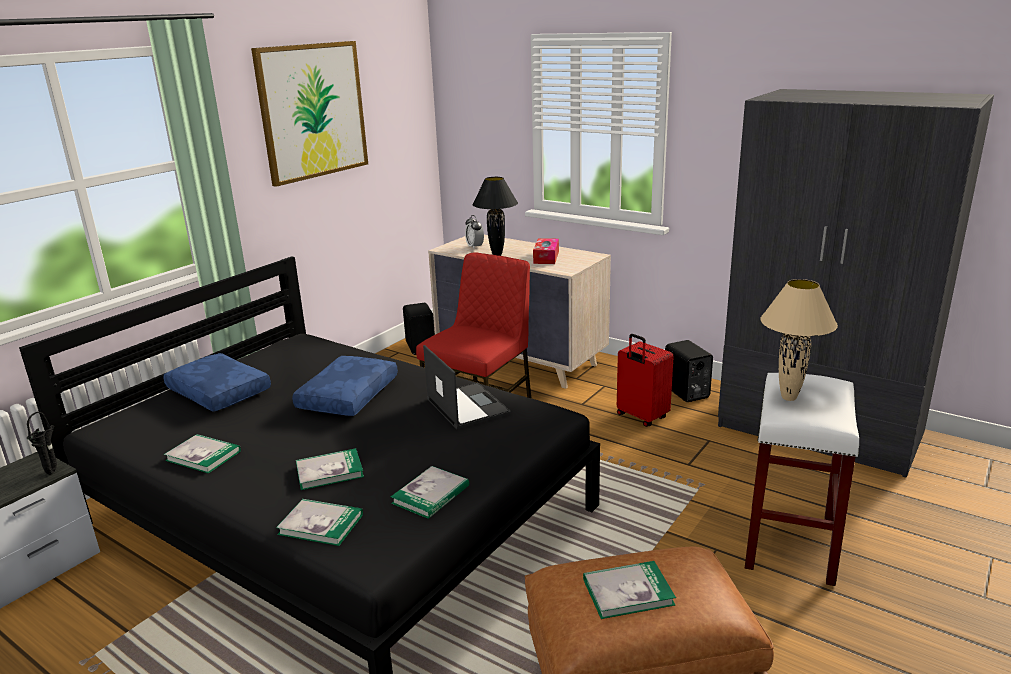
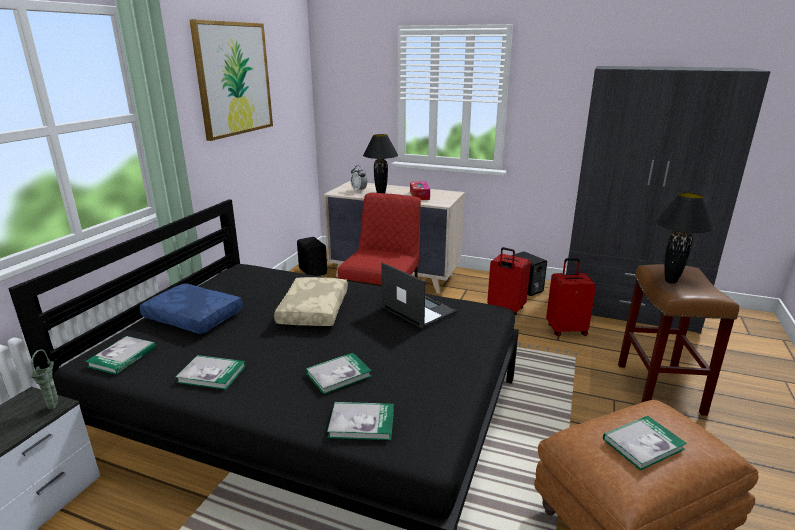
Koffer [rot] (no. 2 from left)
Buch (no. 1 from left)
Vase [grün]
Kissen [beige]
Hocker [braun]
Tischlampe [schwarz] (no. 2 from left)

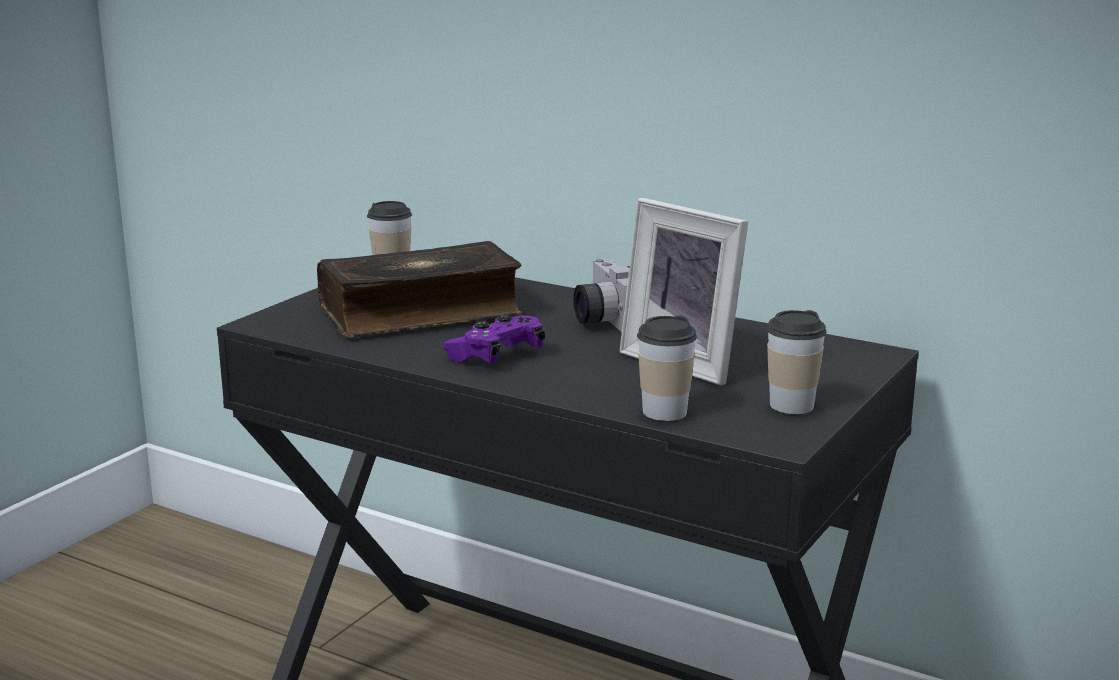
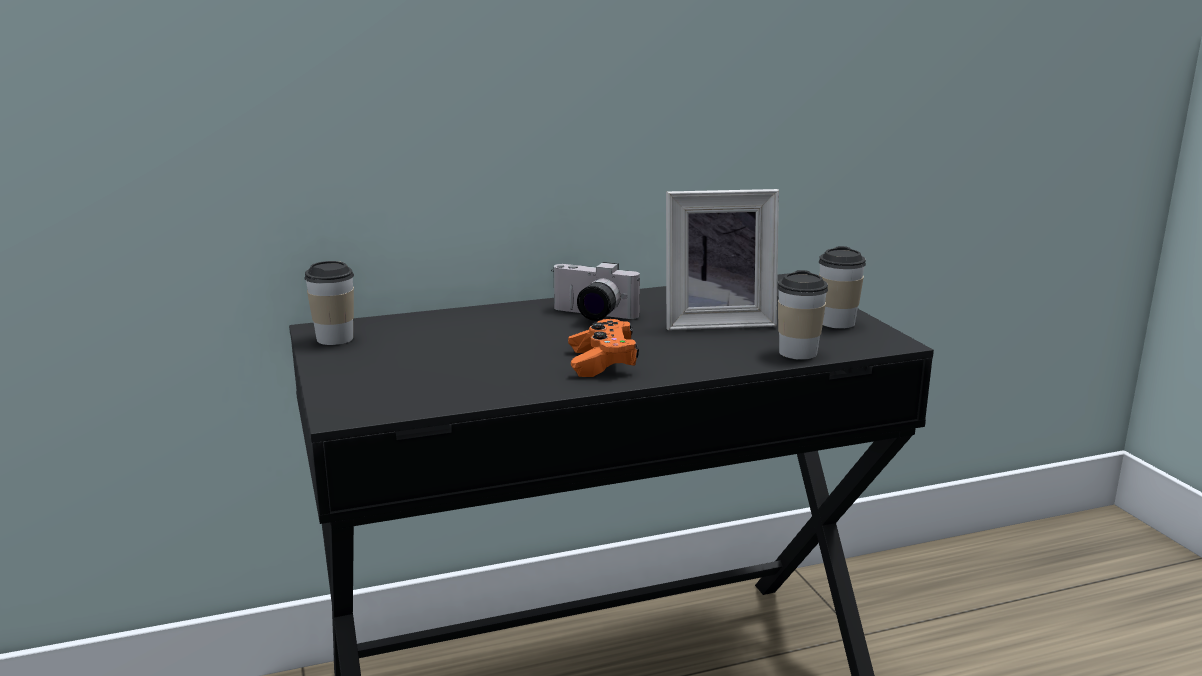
Buch
Gamepad [orange]

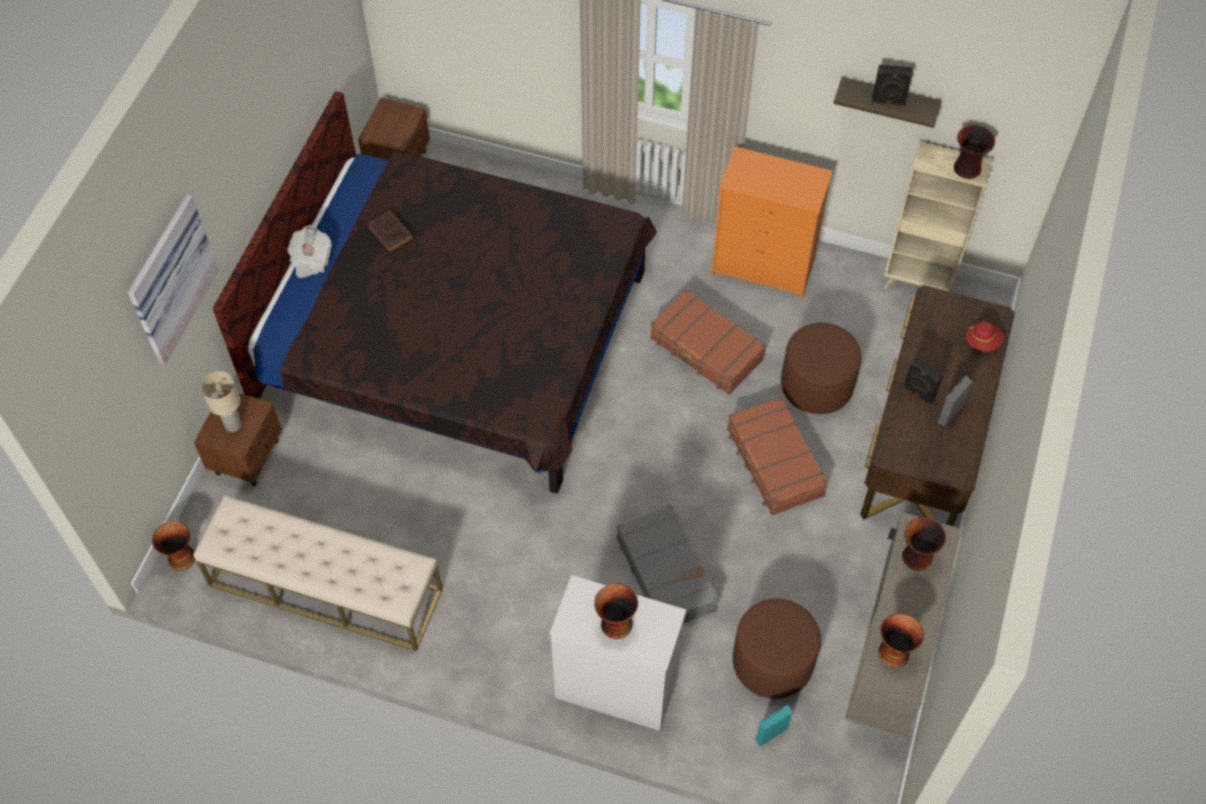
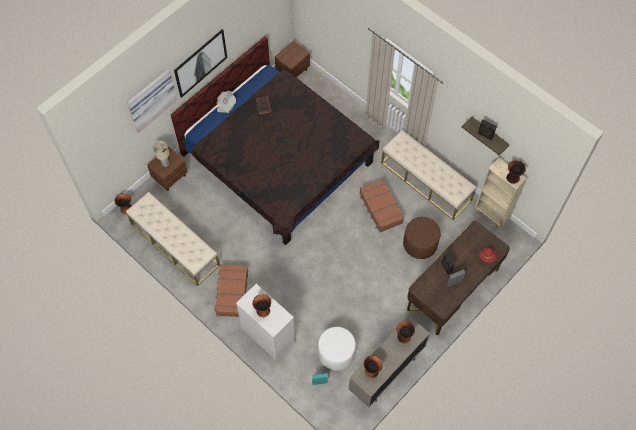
Koffer [grau]
Bild (no. 2 from left)
Koffer [braun] (no. 1 from left)
Bank [beige] (no. 2 from left)
Polsterhocker [weiß]

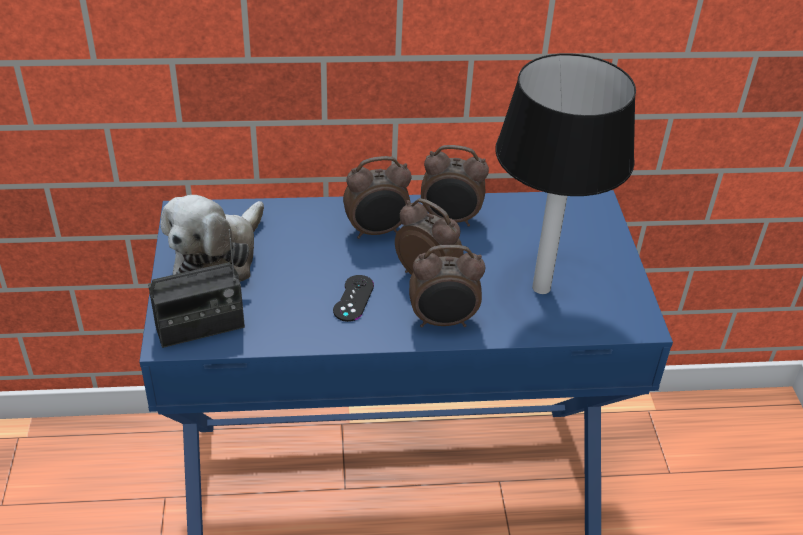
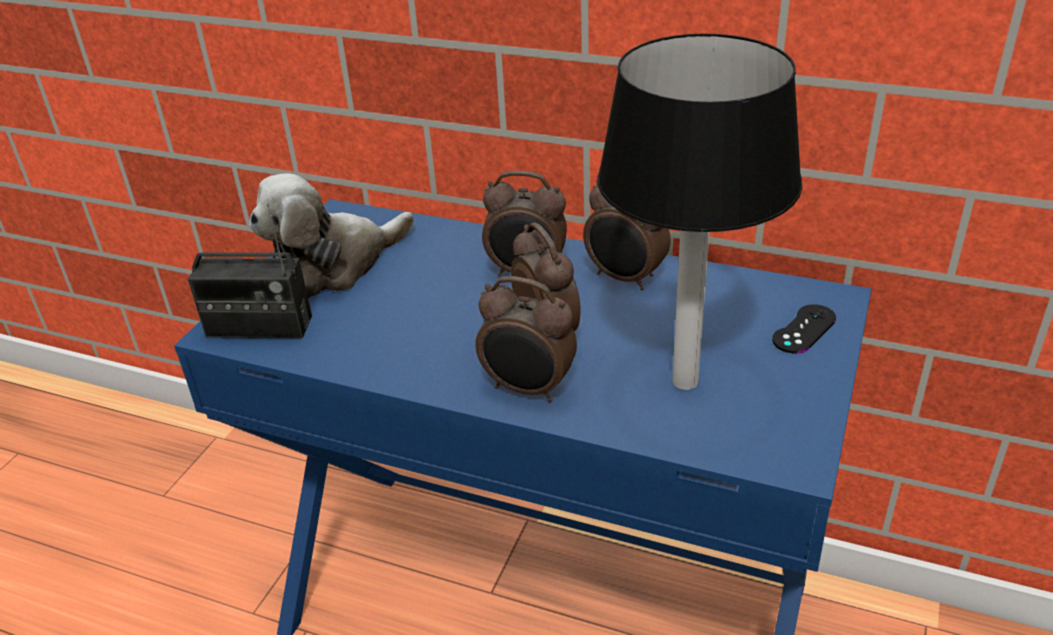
Gamepad [schwarz]

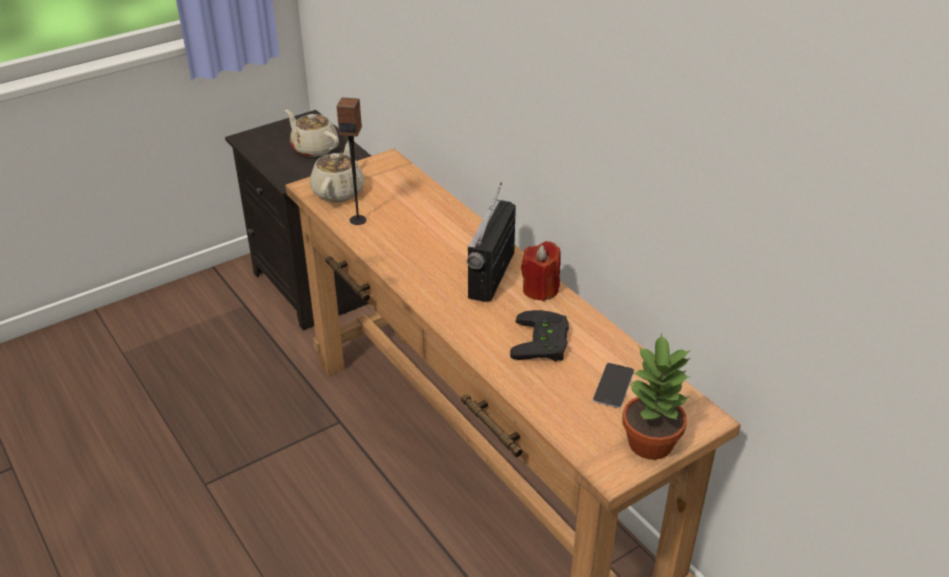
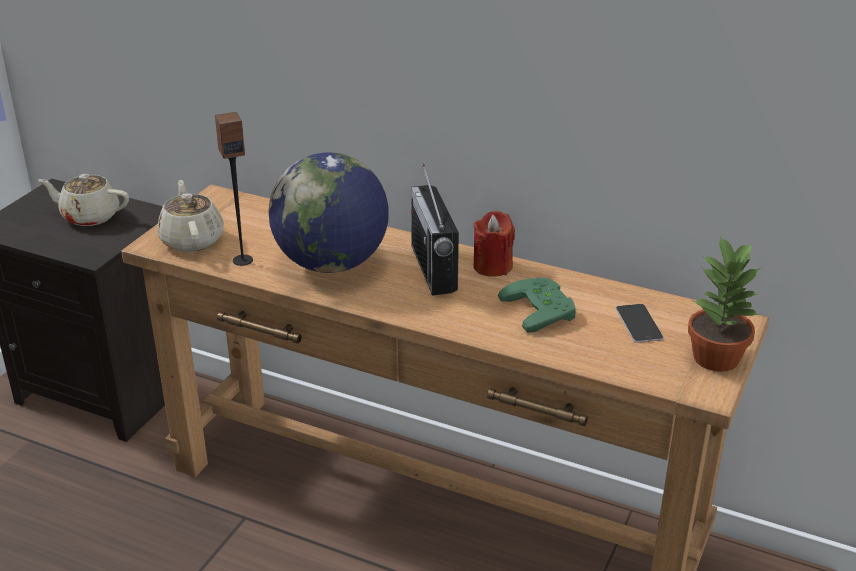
Globus
Gamepad [grün]

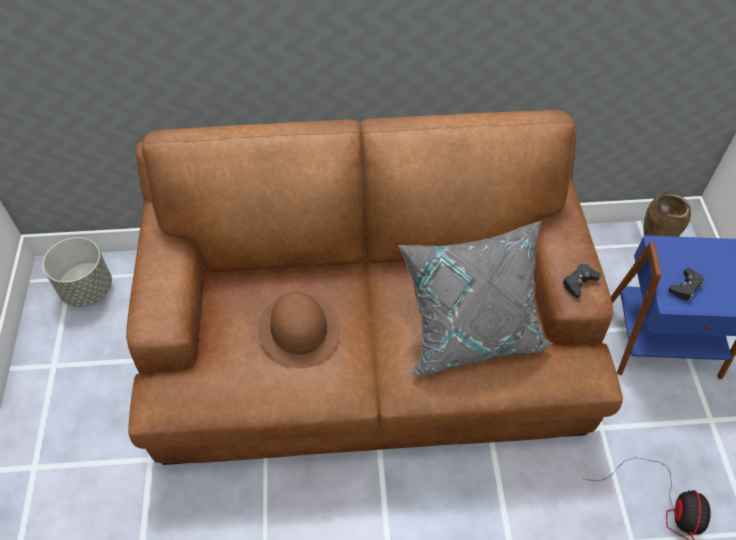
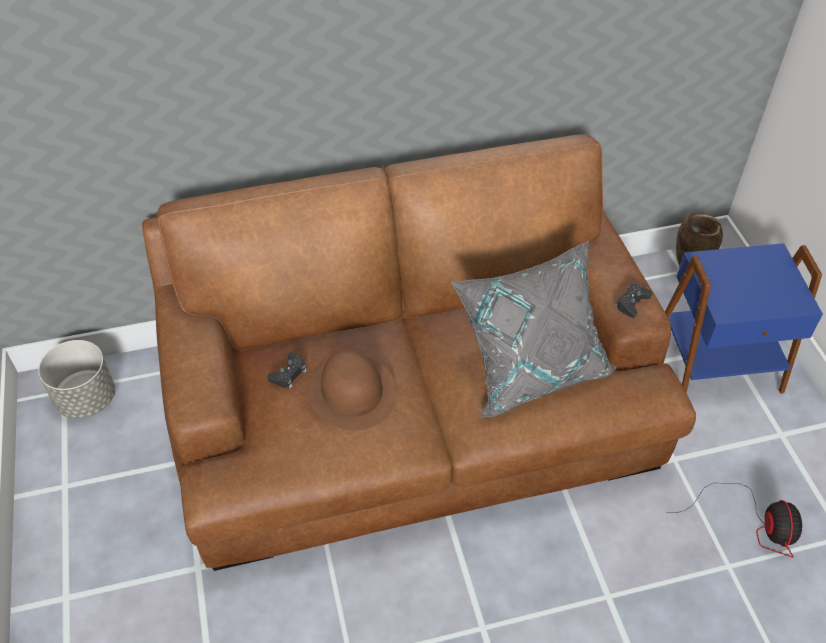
Gamepad [schwarz] (no. 1 from left)

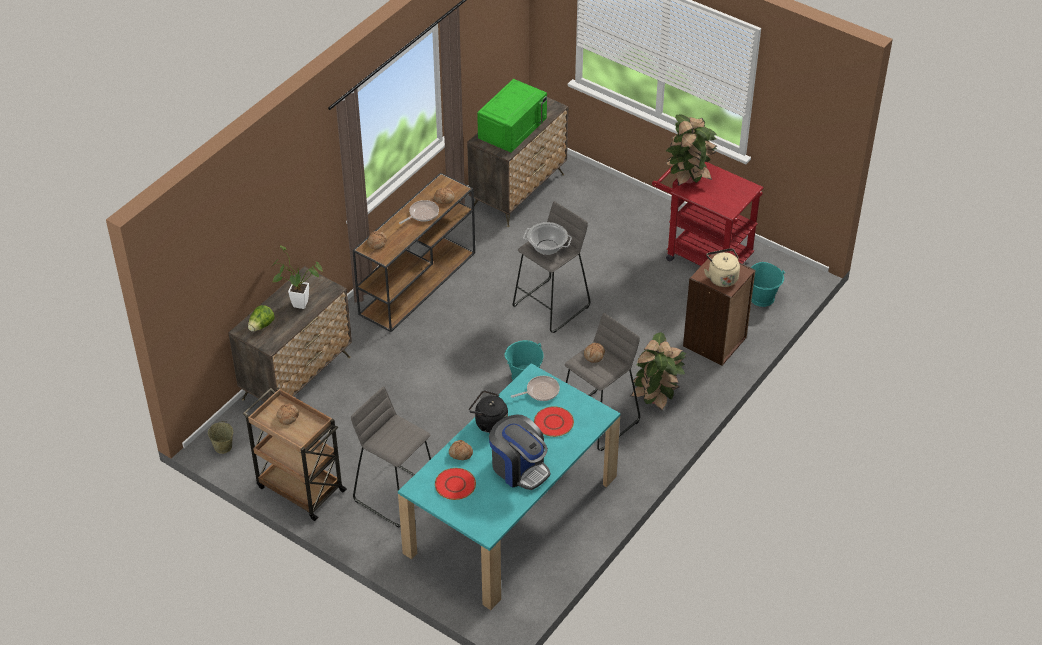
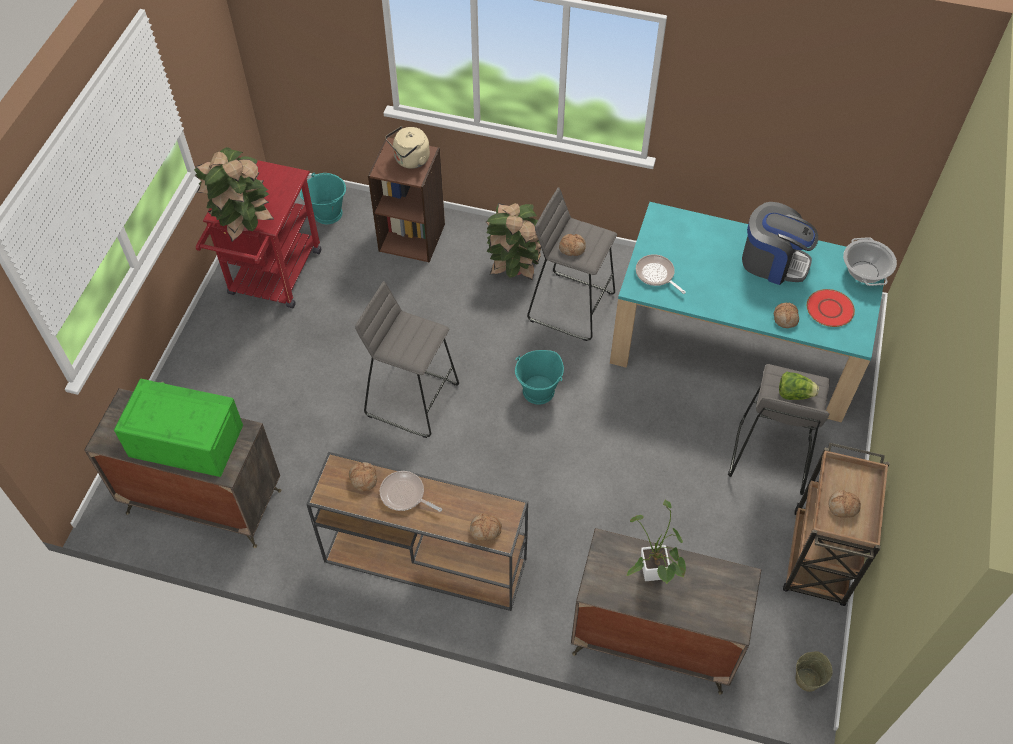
Wasserkessel [schwarz]
Teller [rot] (no. 2 from left in the first image)
Salatkopf
Kochtopf
Kaffeemaschine

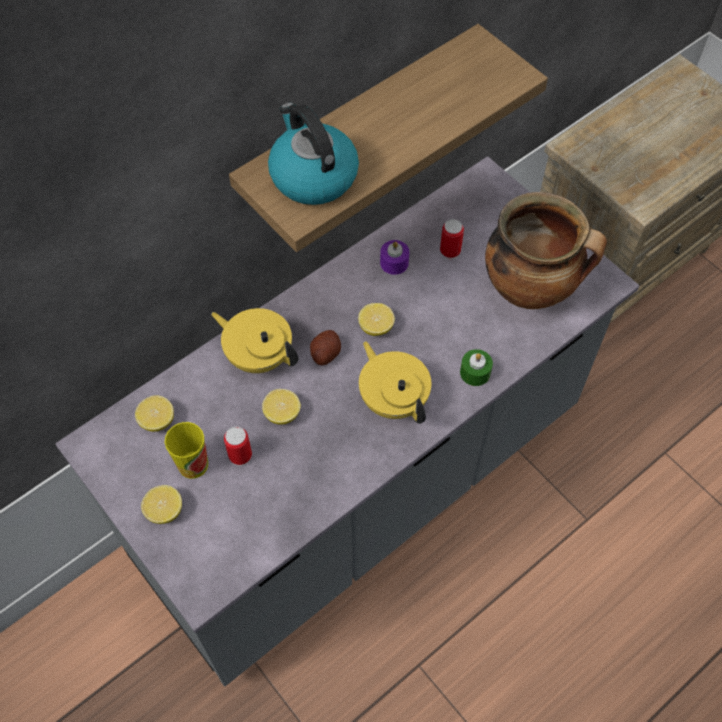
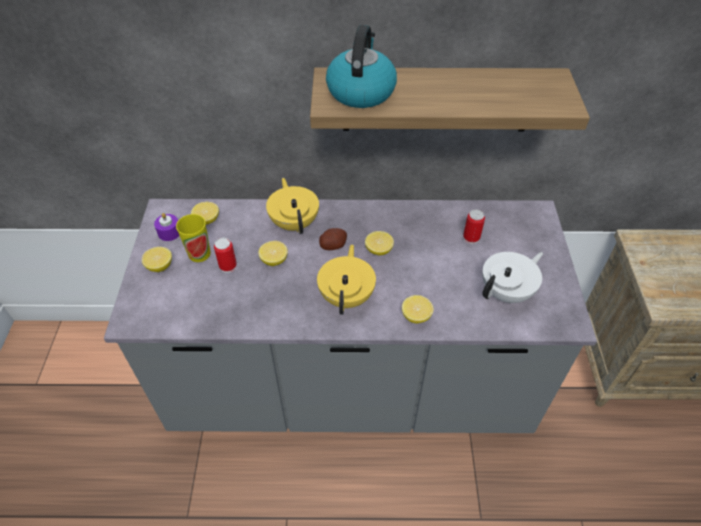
Kerze [lila]
Zitrone (no. 5 from left)
Teekanne [weiß]

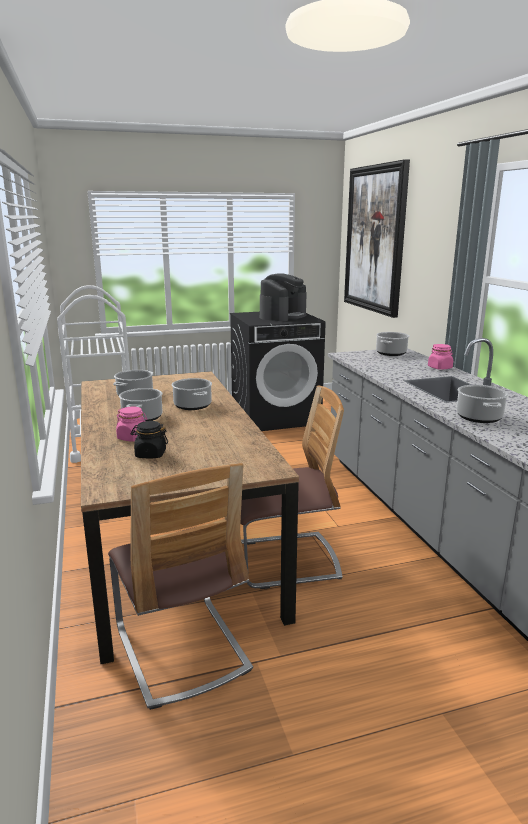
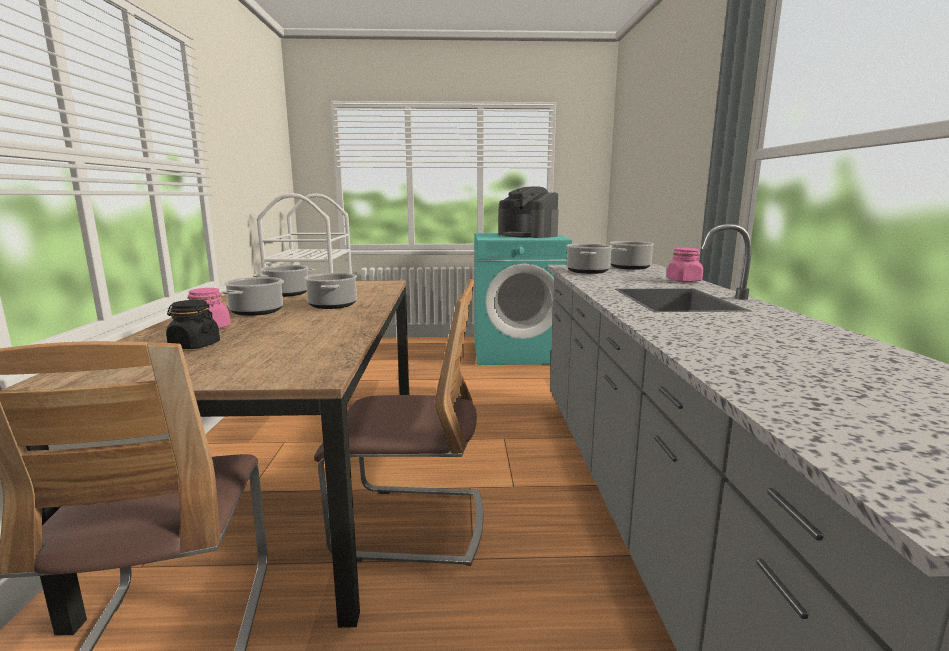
Bild
Kochtopf (no. 4 from left)
Waschmaschine [türkis]
Kaffeemaschine

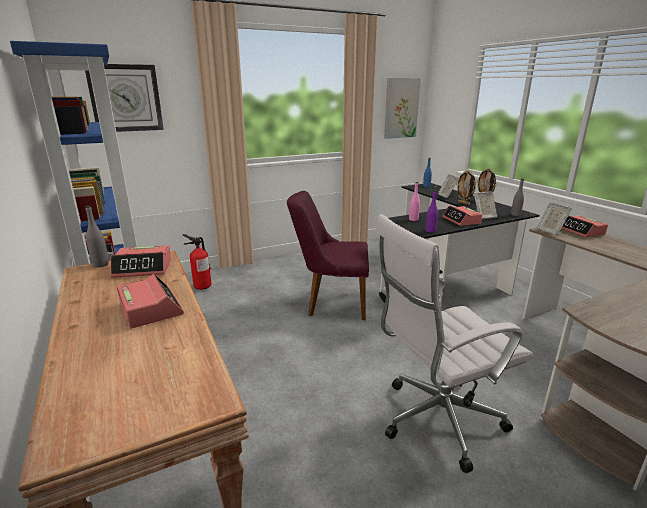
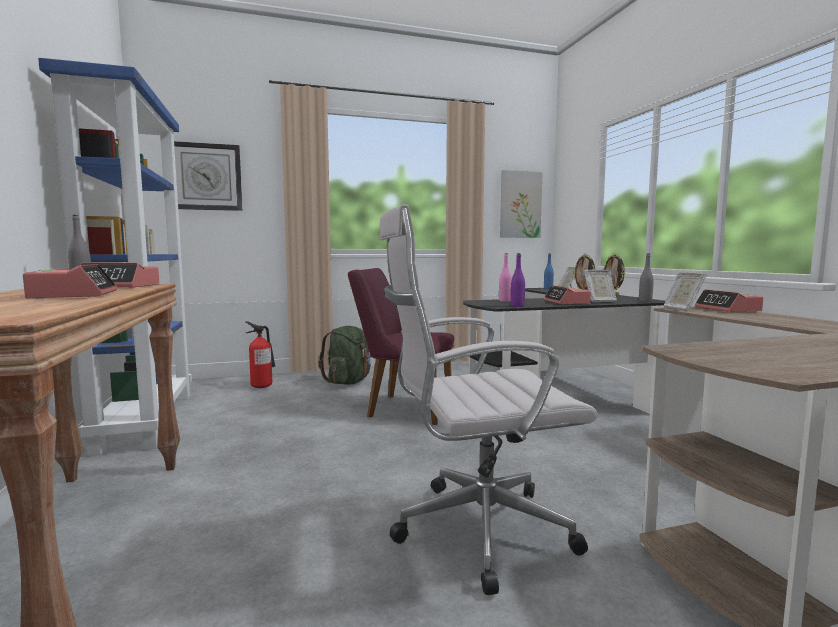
Rucksack [grün]

